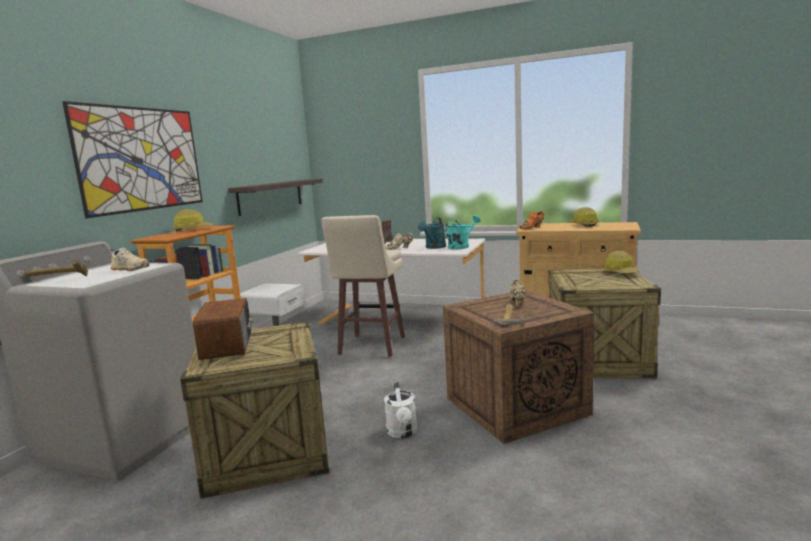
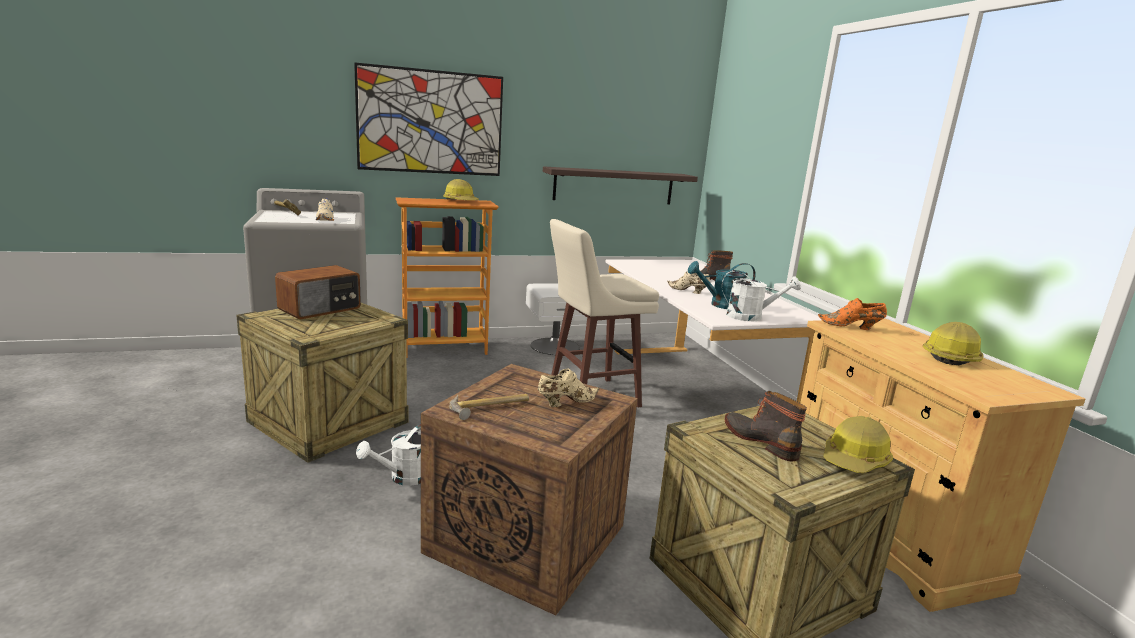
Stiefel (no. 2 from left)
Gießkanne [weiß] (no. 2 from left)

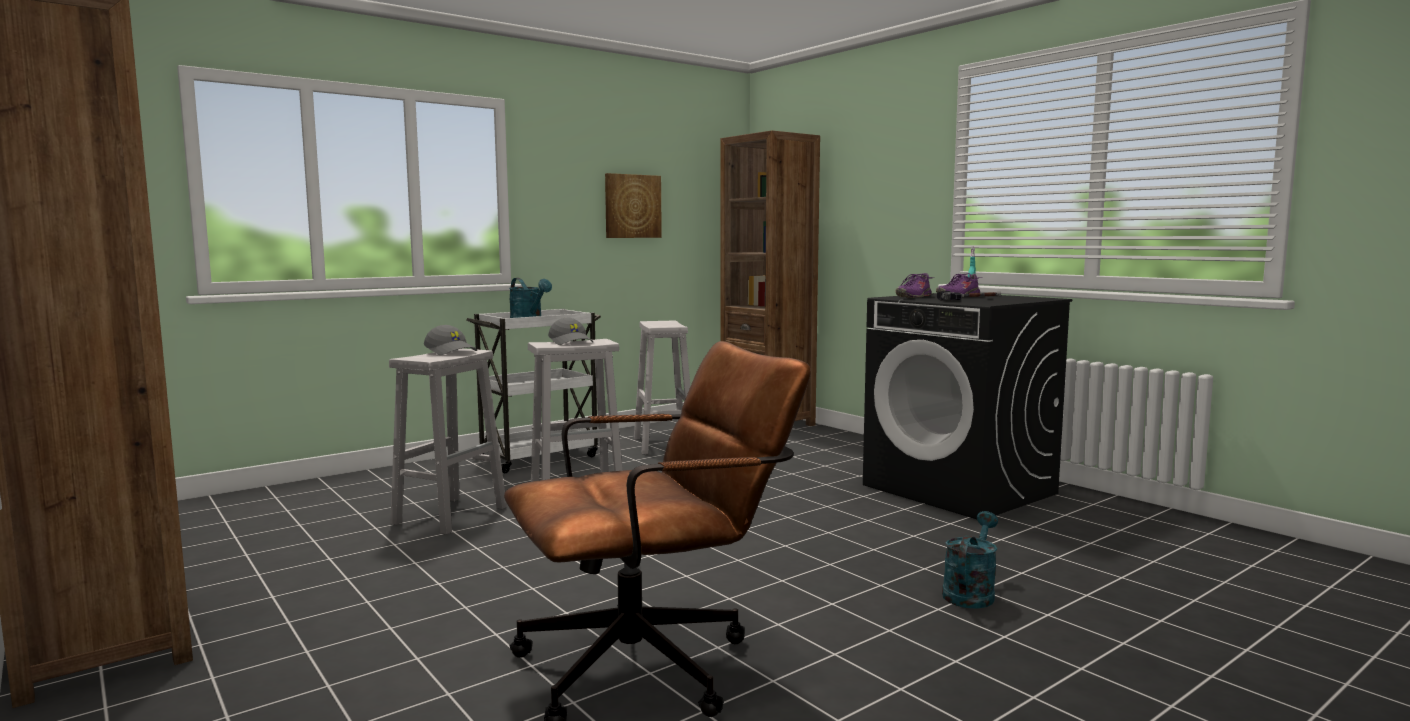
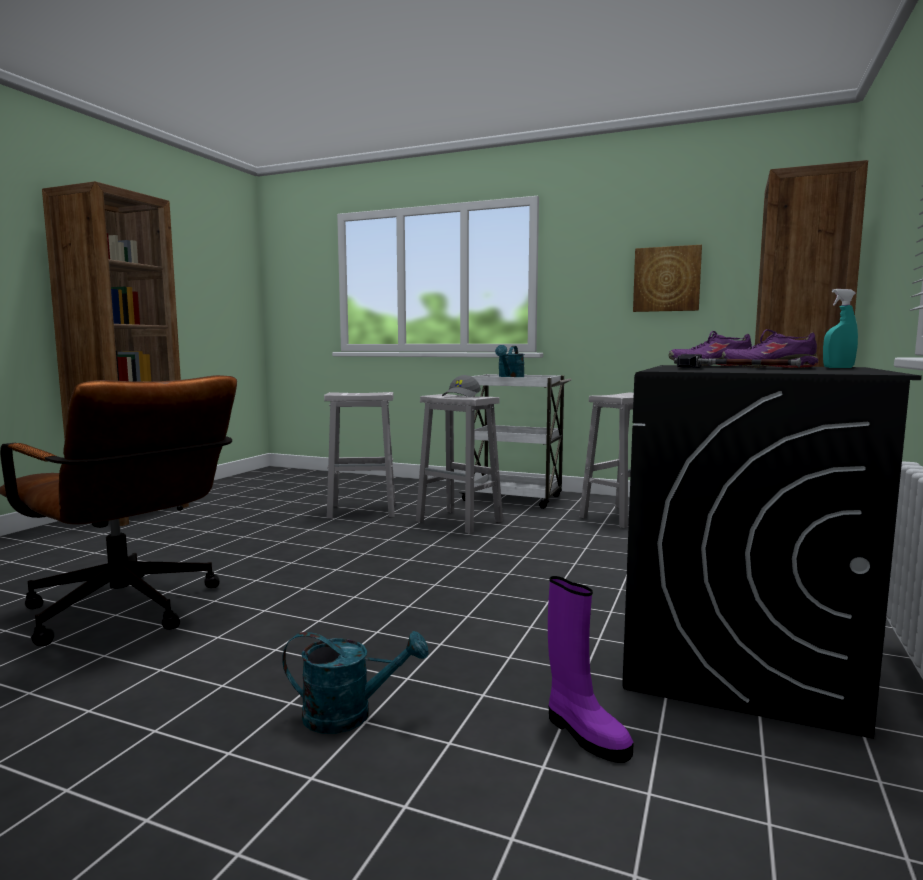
Kappe [grau] (no. 1 from left in the first image)
Stiefel [lila]

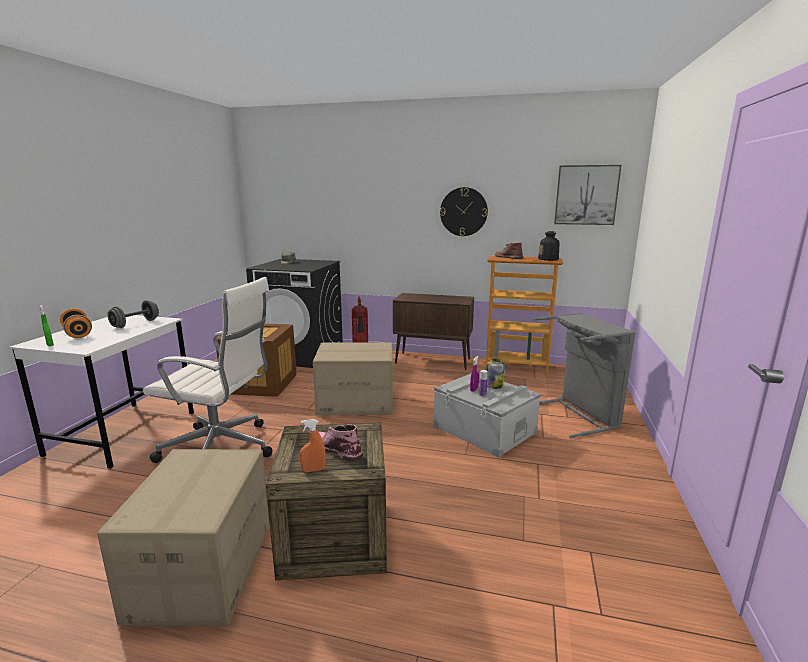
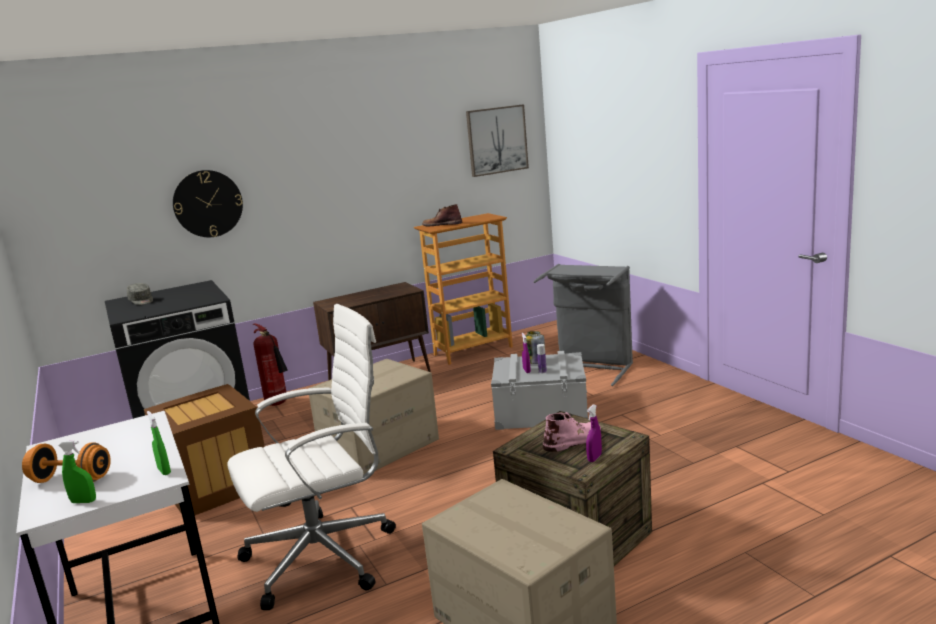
Hantel [grau]
Flasche (no. 2 from left in the first image)
Sprühflasche [grün] (no. 2 from left)
Wanduhr
Sprühflasche [lila] (no. 2 from left)
Stiefel [rosa]

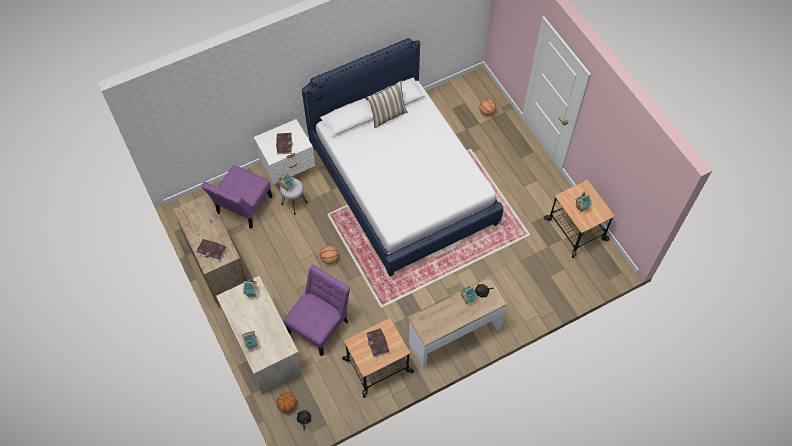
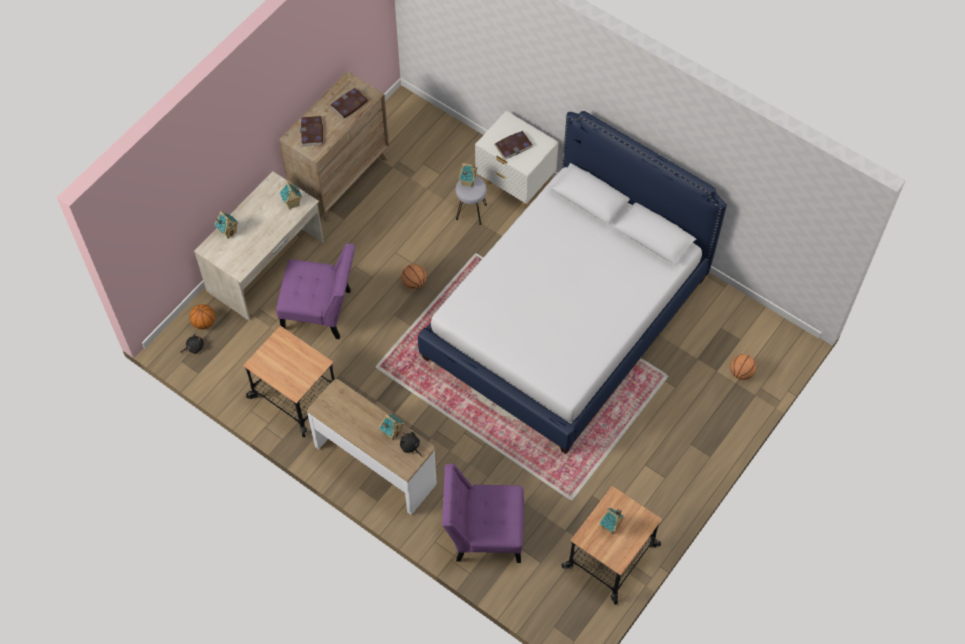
Kissen
Stuhl [lila] (no. 2 from left)
Buch (no. 2 from left)

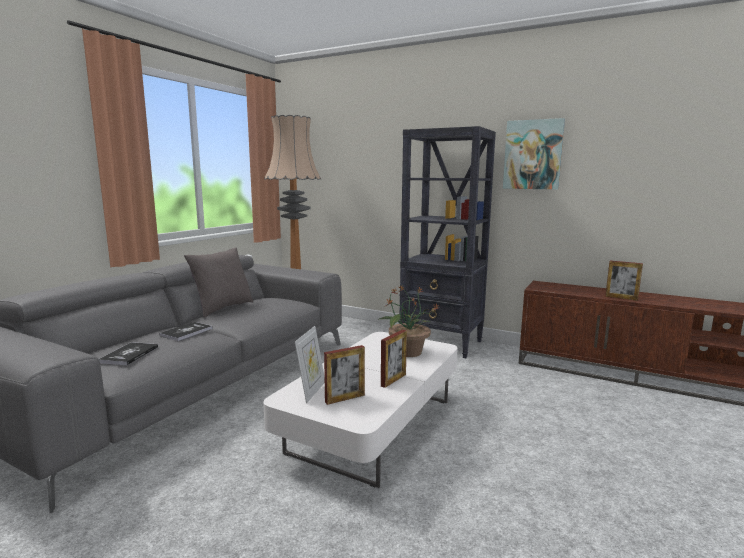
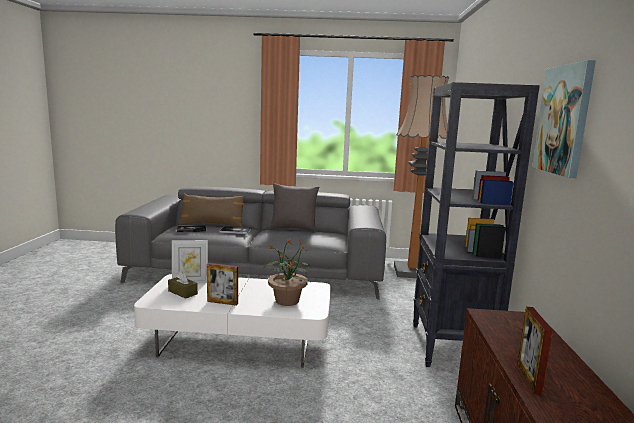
Kissen [braun]
Taschentuchbox [braun]

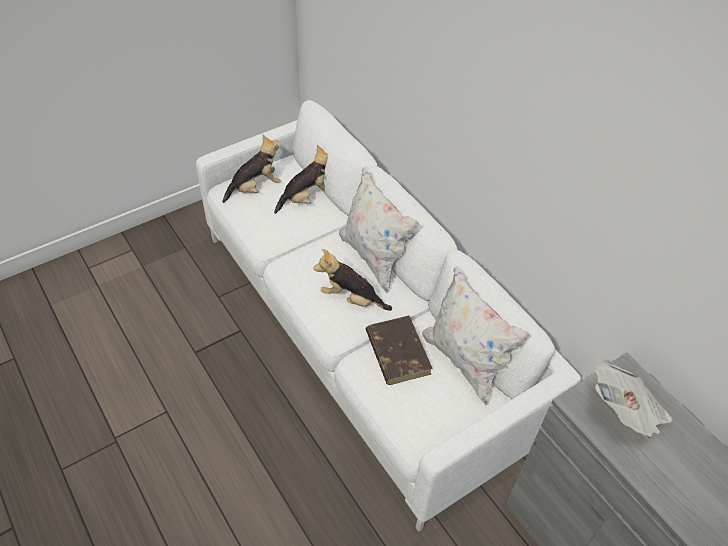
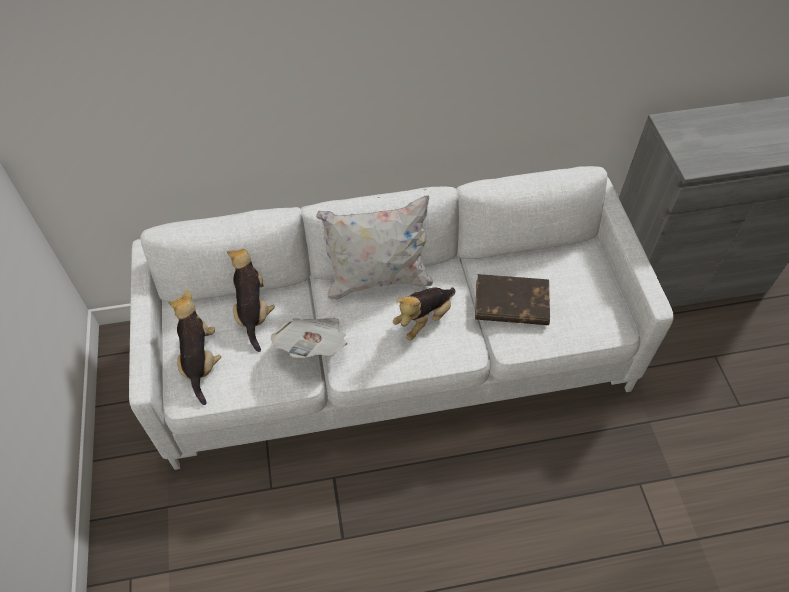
Kissen [weiß] (no. 2 from left in the first image)
Zeitung

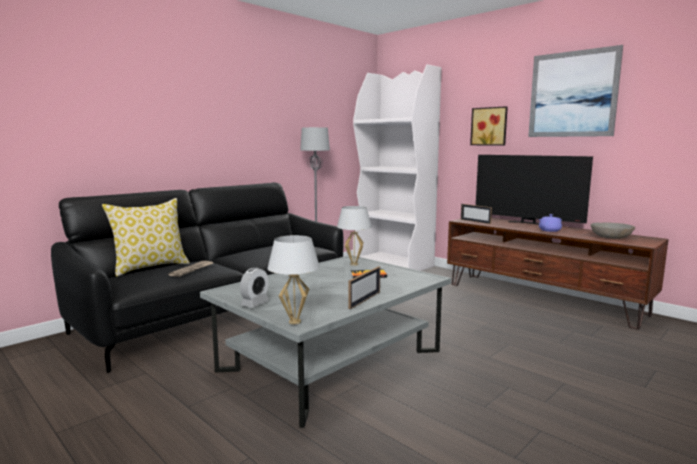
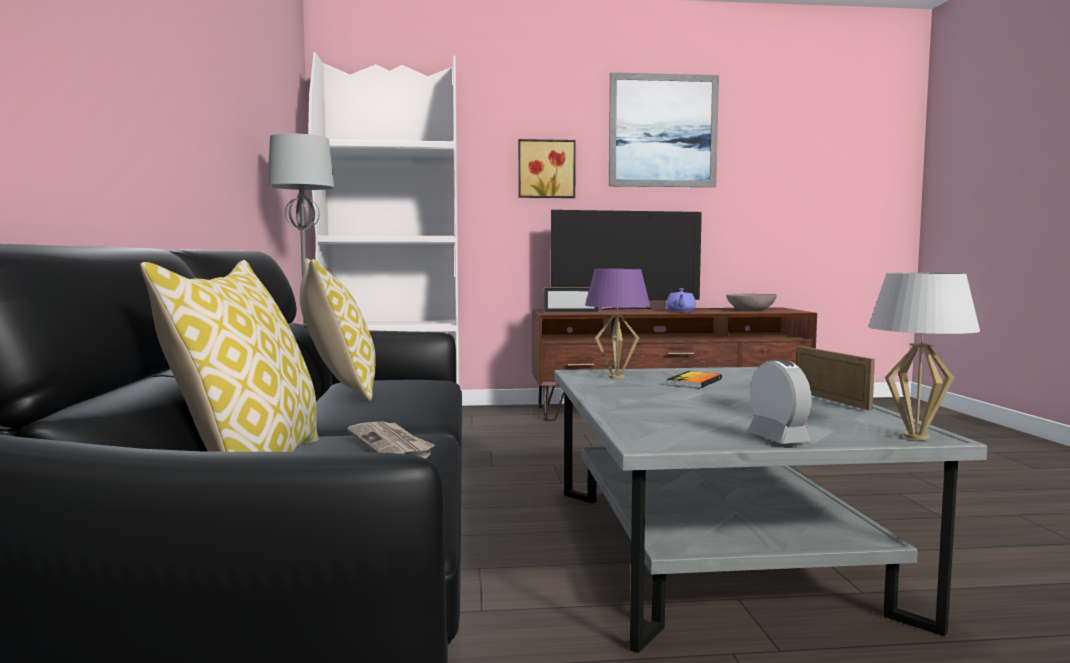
Kissen (no. 2 from left)
Tischlampe [lila]

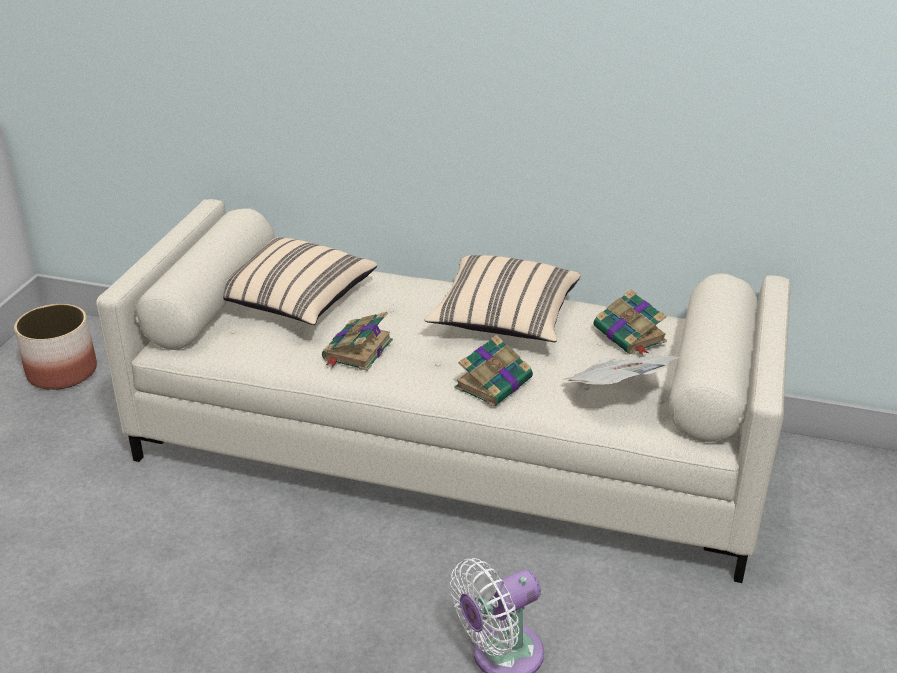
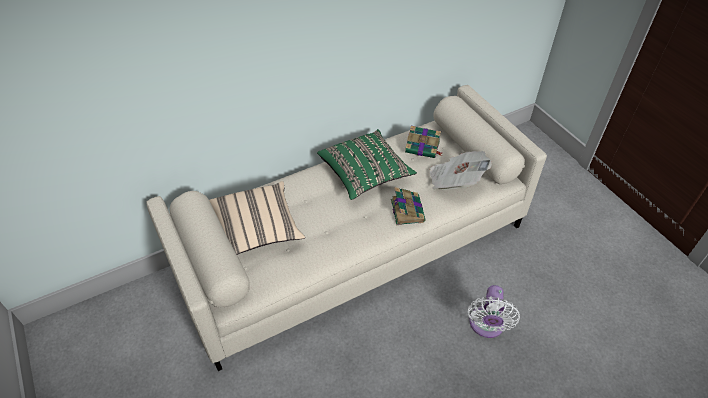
Pflanzkübel
Buch (no. 1 from left in the first image)
Kissen [grün]

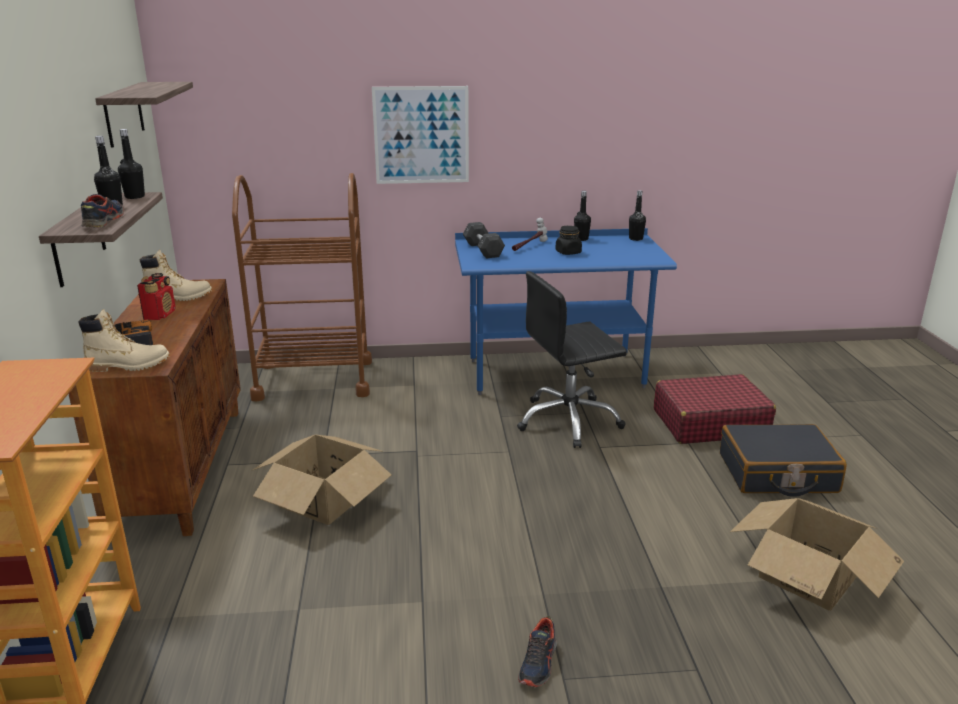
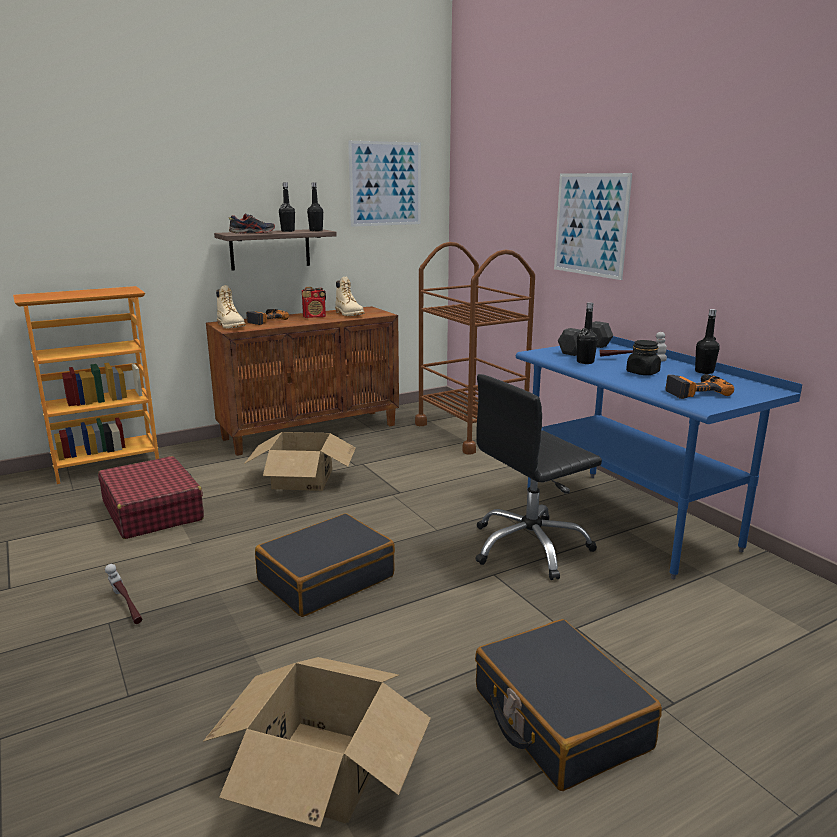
Koffer [schwarz] (no. 1 from left)
Bohrmaschine (no. 2 from left)
Flasche [schwarz] (no. 3 from left)
Koffer [rot]
Bild (no. 1 from left)
Hammer (no. 1 from left)
Bürostuhl [schwarz]

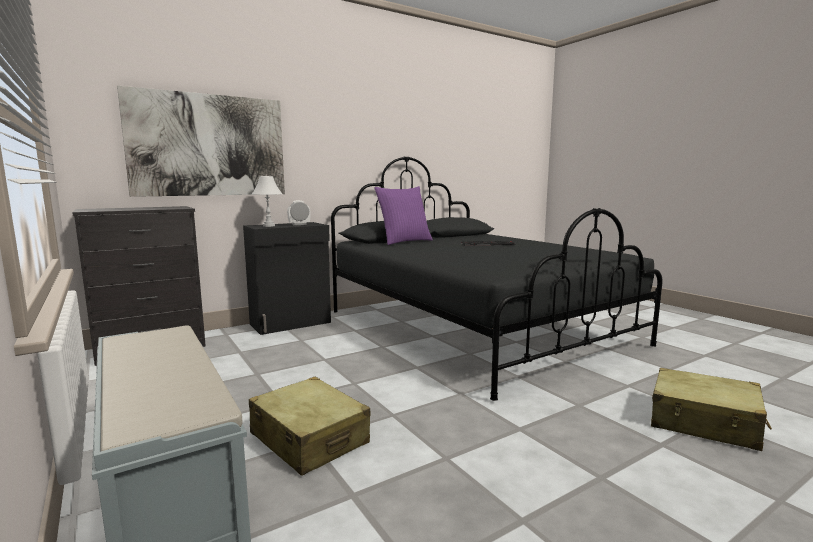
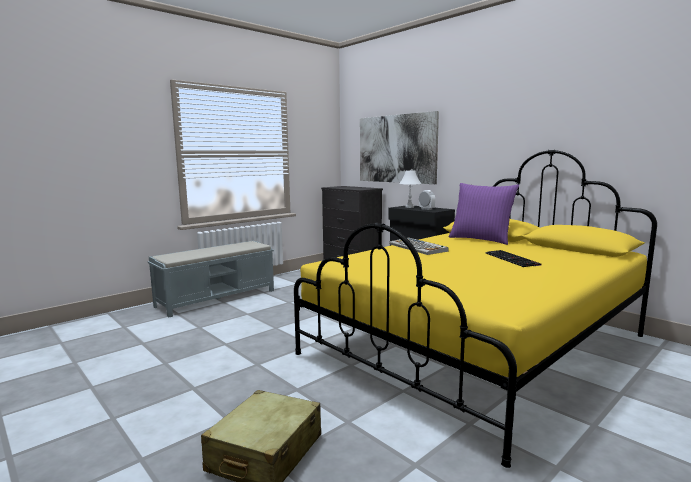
Koffer [beige] (no. 1 from left in the first image)
Tastatur (no. 1 from left)
Bett [gelb]

